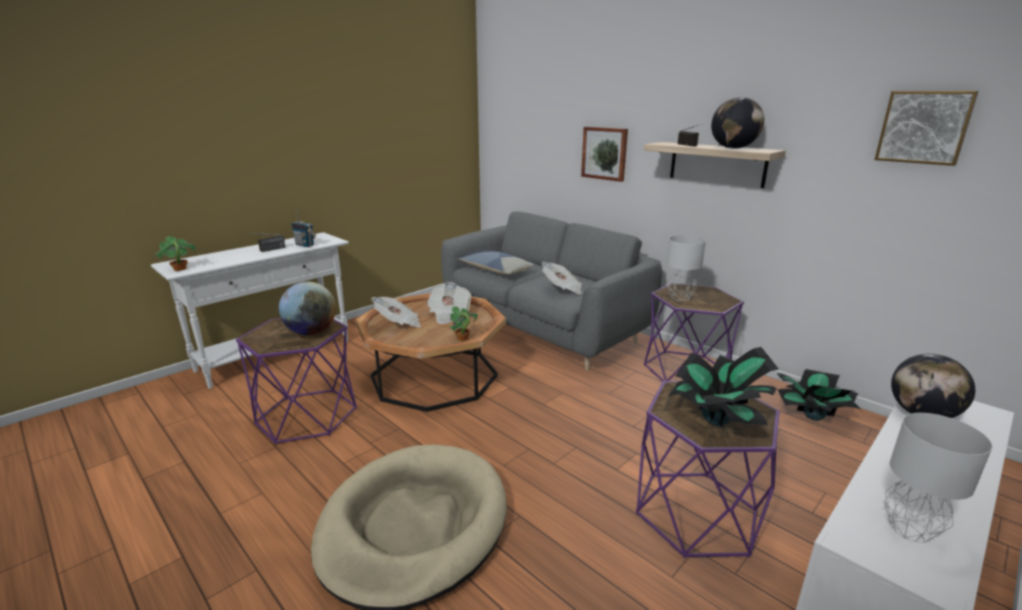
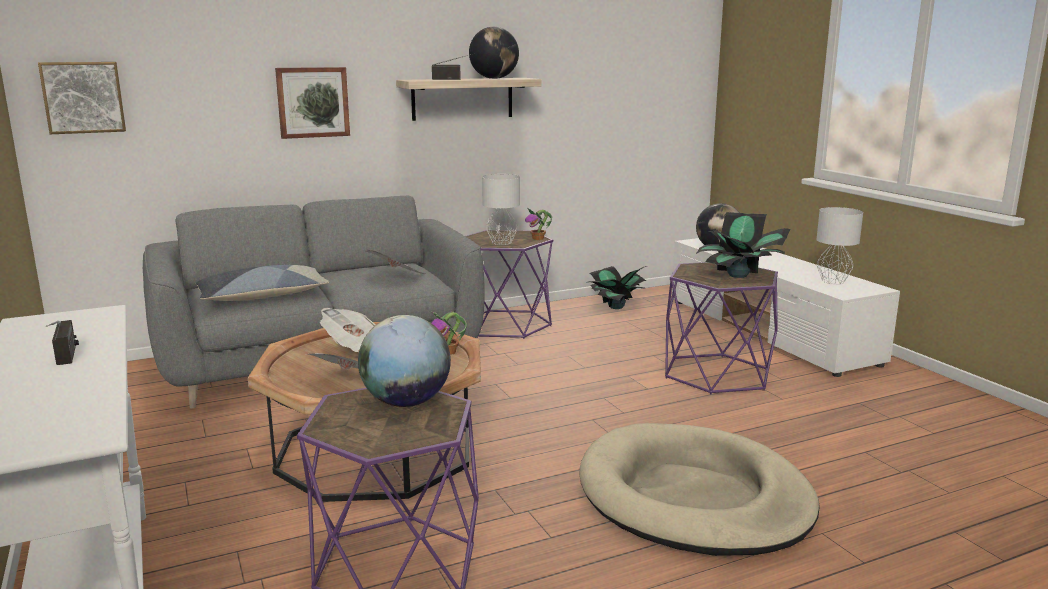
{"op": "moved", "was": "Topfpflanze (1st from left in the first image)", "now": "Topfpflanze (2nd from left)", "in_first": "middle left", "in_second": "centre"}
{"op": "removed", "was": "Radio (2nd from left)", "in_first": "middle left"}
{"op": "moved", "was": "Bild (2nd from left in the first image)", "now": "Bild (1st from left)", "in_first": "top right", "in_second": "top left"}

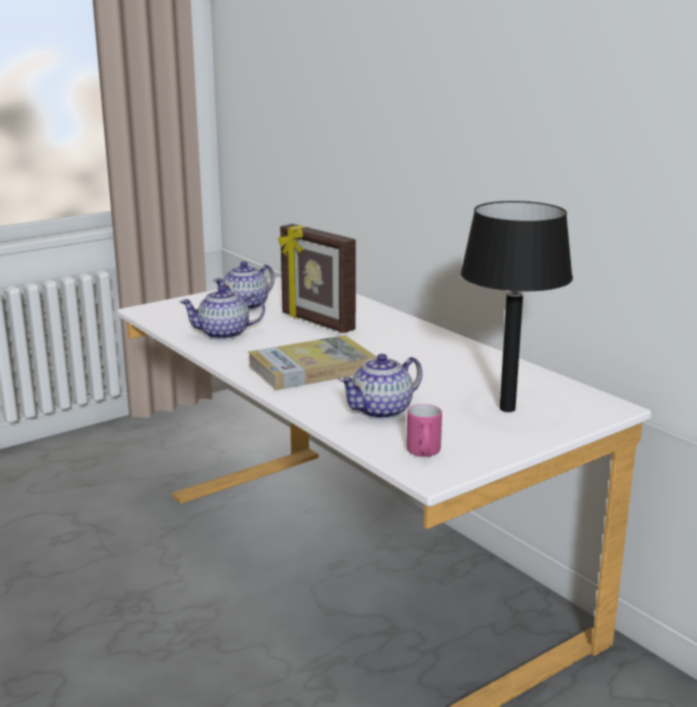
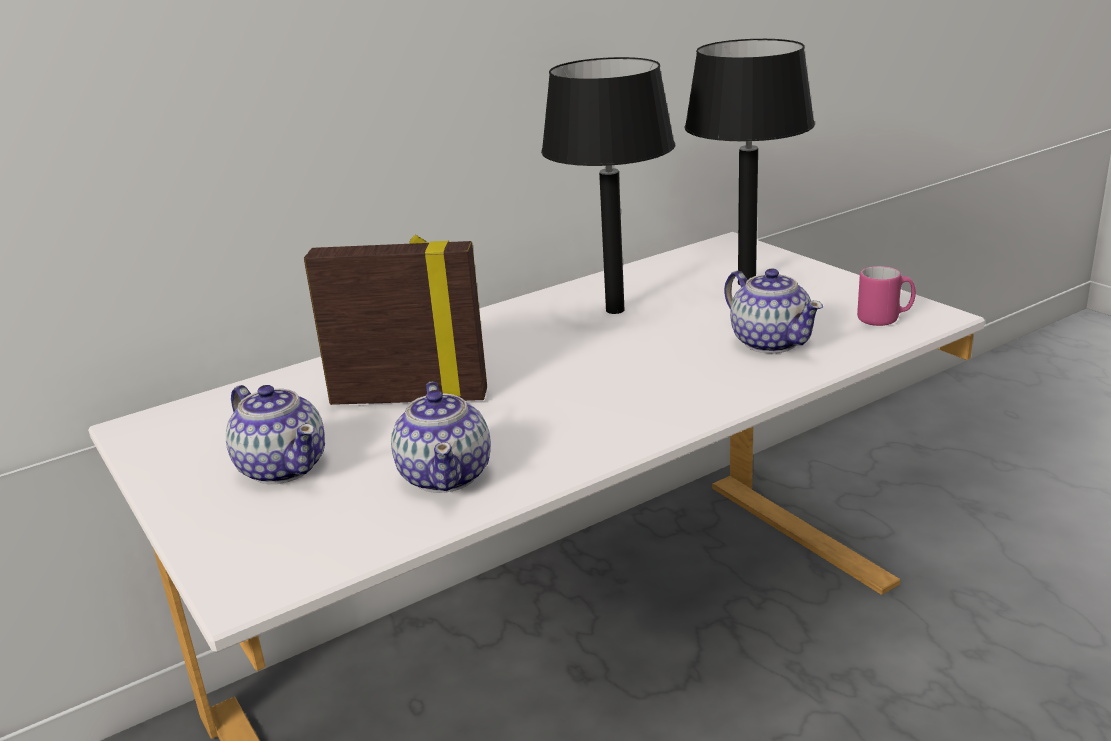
{"op": "removed", "was": "Buch", "in_first": "centre"}
{"op": "turned", "was": "Bilderrahmen", "in_first": "centre", "in_second": "centre", "clockwise": -135}
{"op": "added", "now": "Tischlampe/schwarz (1st from left)", "in_second": "top centre"}

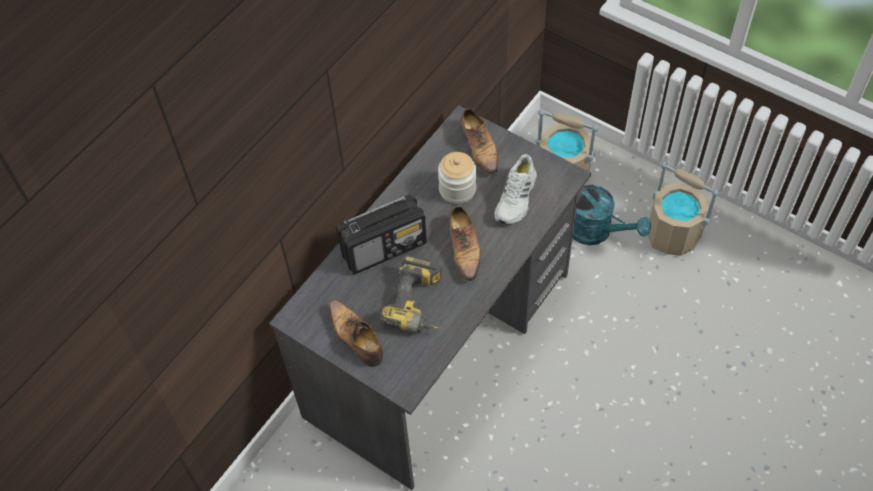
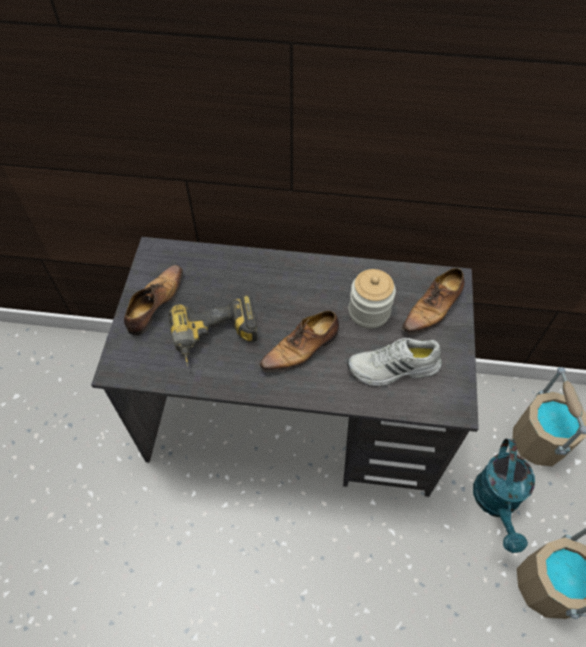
{"op": "removed", "was": "Radio", "in_first": "centre"}

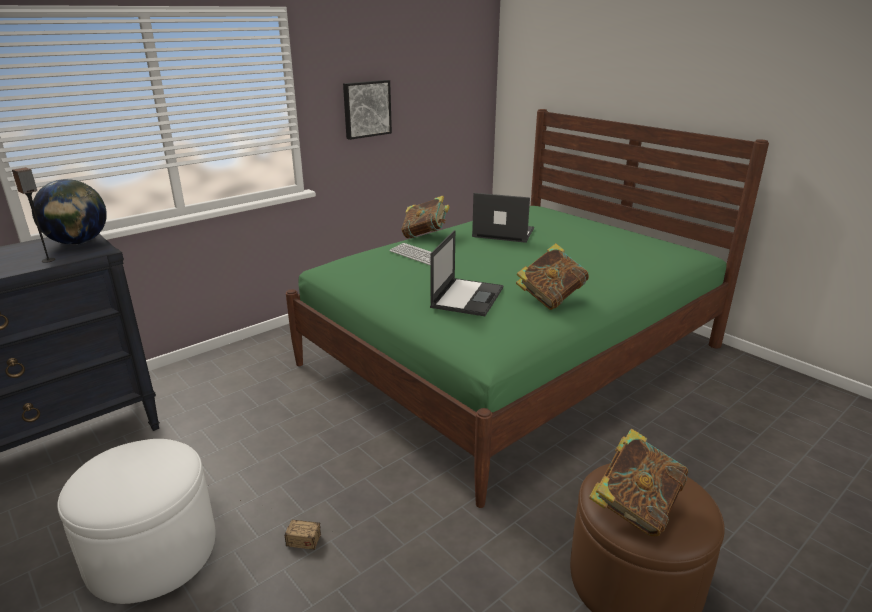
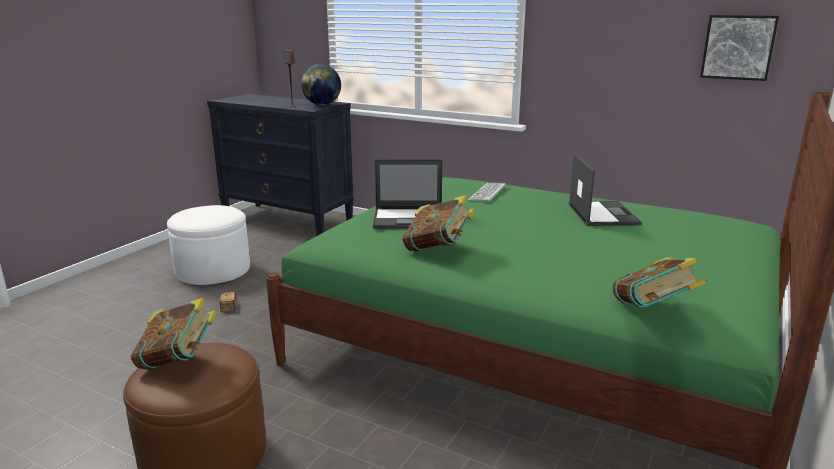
{"op": "moved", "was": "Bild", "in_first": "top centre", "in_second": "top right"}
{"op": "moved", "was": "Buch (1st from left in the first image)", "now": "Buch (3rd from left)", "in_first": "centre", "in_second": "middle right"}

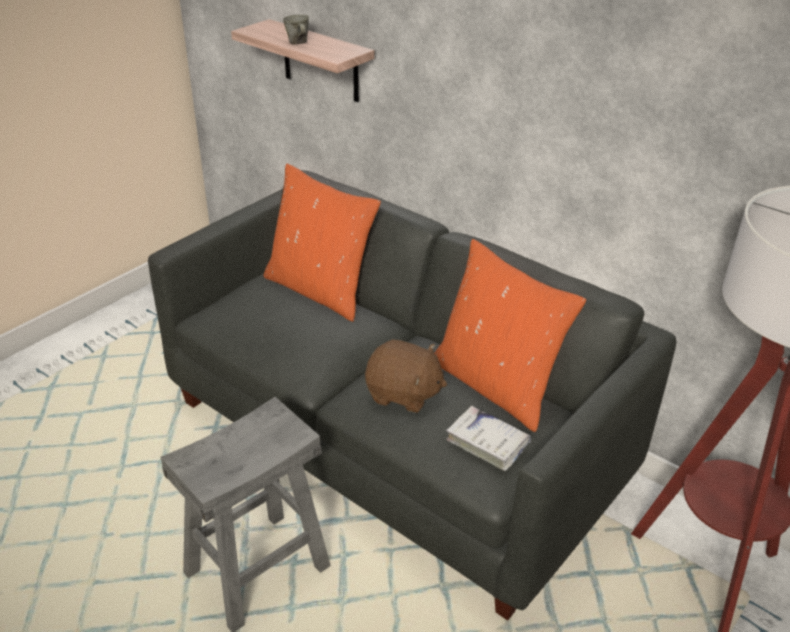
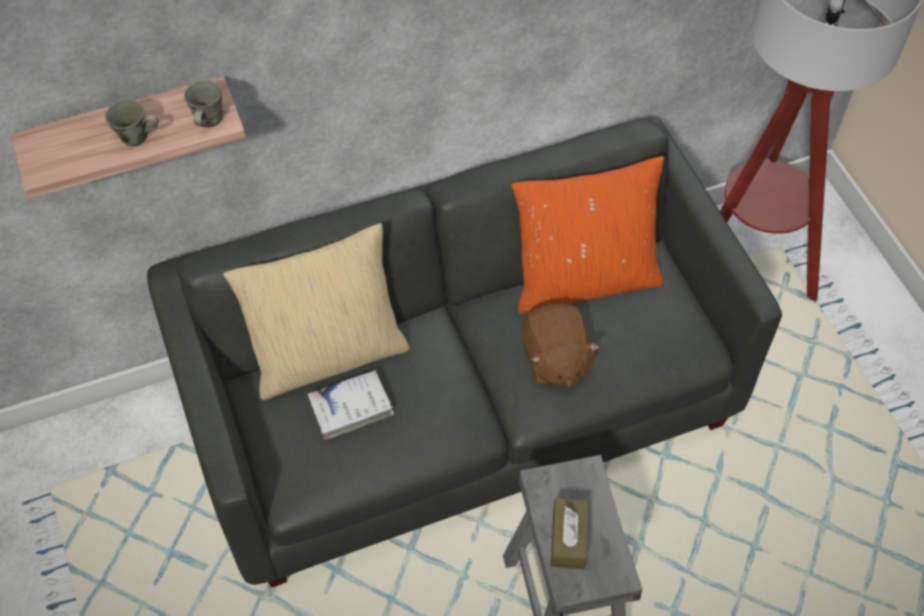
{"op": "recoloured", "was": "Kissen/orange (1st from left)", "now": "Kissen/beige", "in_first": "centre", "in_second": "centre"}
{"op": "turned", "was": "Plüschtier/braun", "in_first": "centre", "in_second": "centre", "clockwise": 120}
{"op": "moved", "was": "Buch/weiß", "in_first": "bottom centre", "in_second": "centre"}
{"op": "added", "now": "Henkelbecher/grau (2nd from left)", "in_second": "top left"}
{"op": "added", "now": "Taschentuchbox/braun", "in_second": "bottom centre"}

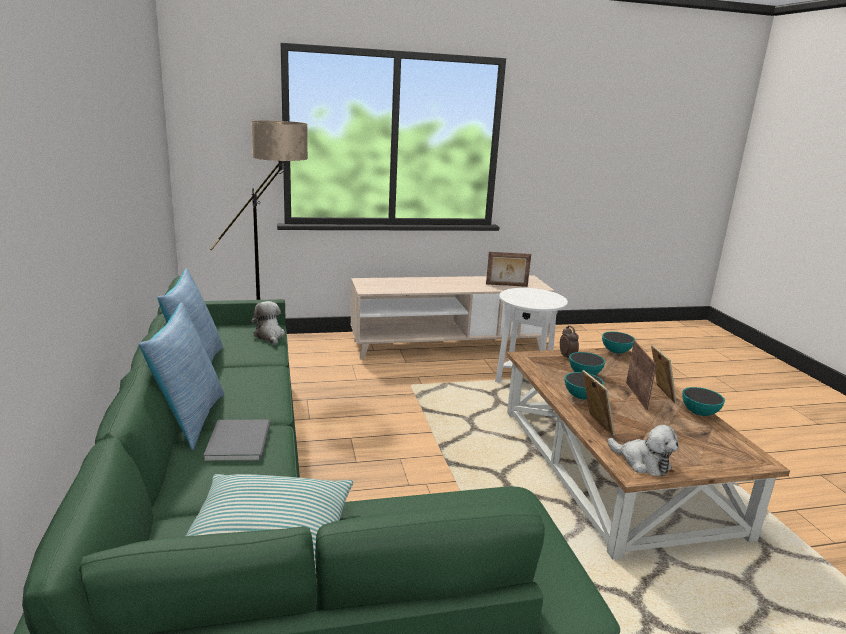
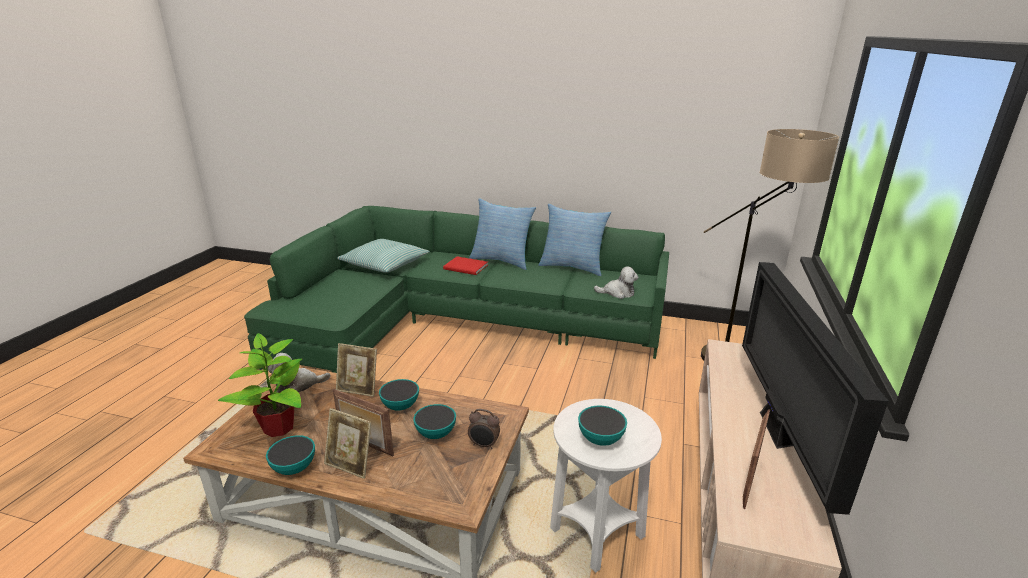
{"op": "recoloured", "was": "Buch/grau", "now": "Buch/rot", "in_first": "bottom left", "in_second": "centre"}
{"op": "moved", "was": "Schüssel (3rd from left in the first image)", "now": "Schüssel (4th from left)", "in_first": "middle right", "in_second": "bottom centre"}
{"op": "added", "now": "Topfpflanze", "in_second": "middle left"}
{"op": "added", "now": "Fernseher", "in_second": "bottom right"}

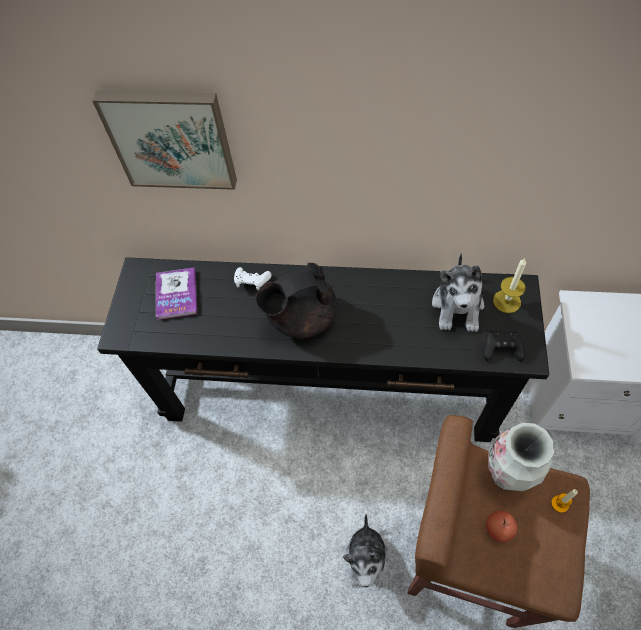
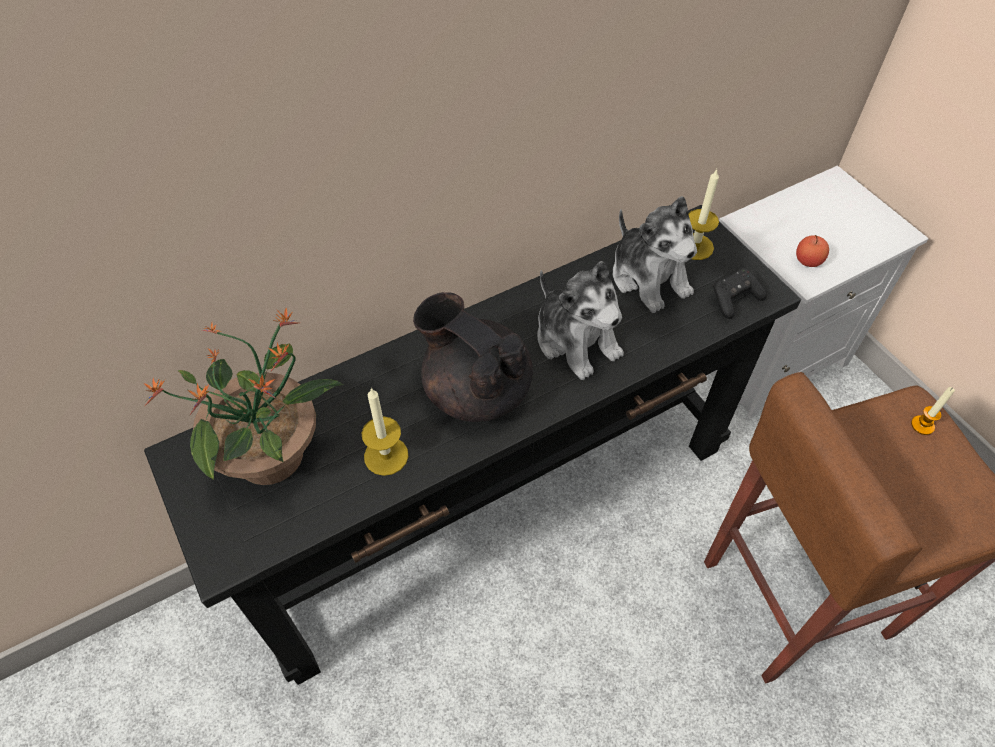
{"op": "removed", "was": "Bild", "in_first": "top left"}
{"op": "replaced", "was": "Buch", "now": "Topfpflanze", "in_first": "middle left", "in_second": "middle left"}
{"op": "removed", "was": "Gamepad/weiß", "in_first": "centre"}
{"op": "turned", "was": "Teekanne/schwarz", "in_first": "centre", "in_second": "centre", "clockwise": 105}
{"op": "moved", "was": "Plüschtier (1st from left)", "in_first": "bottom centre", "in_second": "centre"}
{"op": "moved", "was": "Apfel", "in_first": "bottom right", "in_second": "middle right"}
{"op": "removed", "was": "Vase", "in_first": "bottom right"}
{"op": "added", "now": "Kerze (1st from left)", "in_second": "centre"}

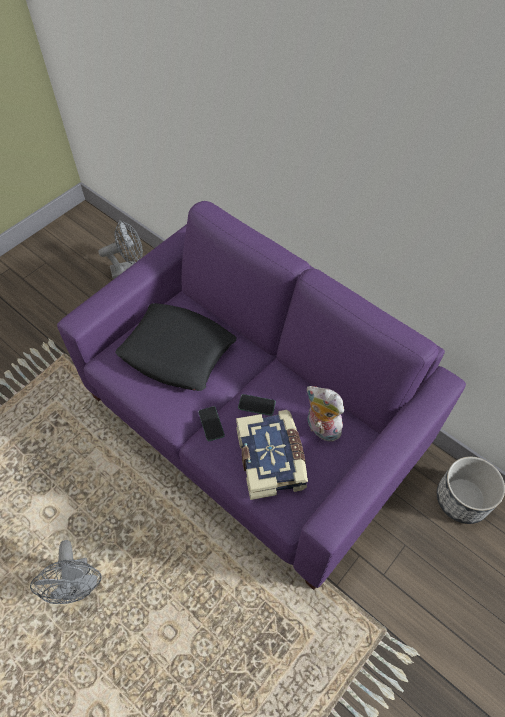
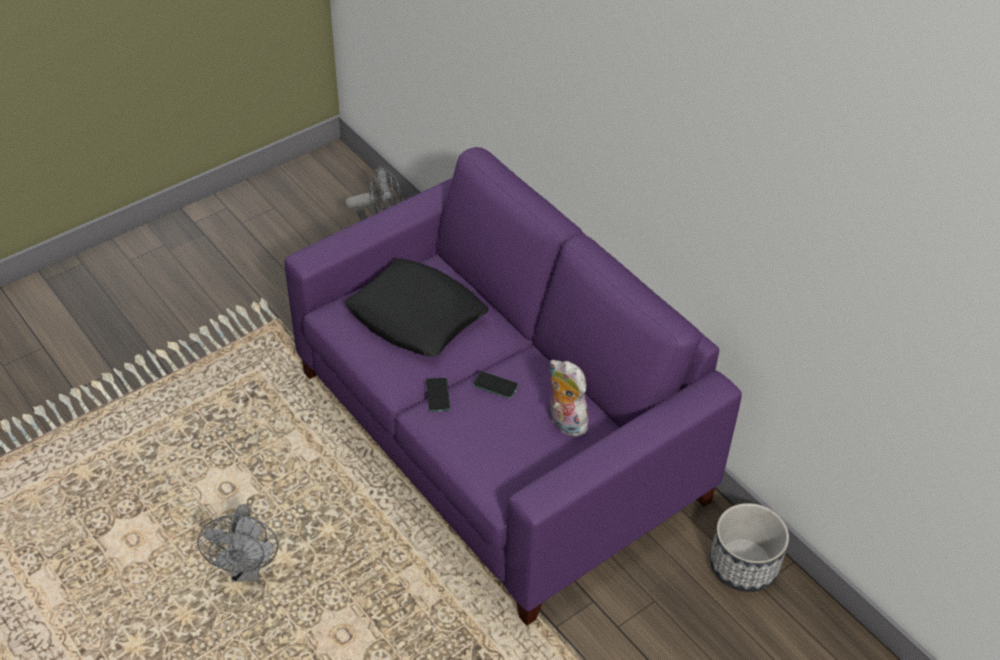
{"op": "removed", "was": "Buch", "in_first": "centre"}

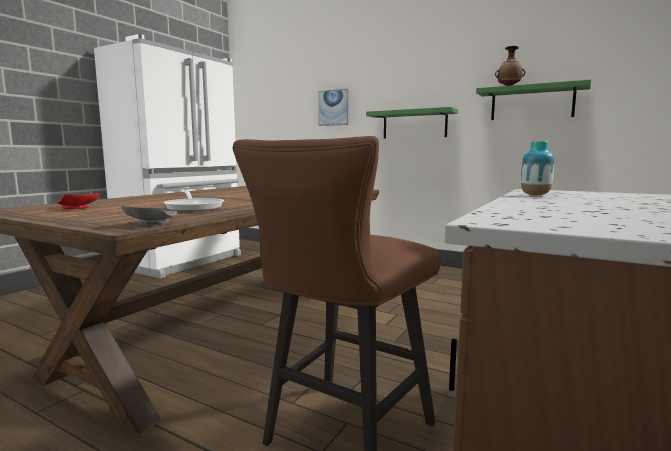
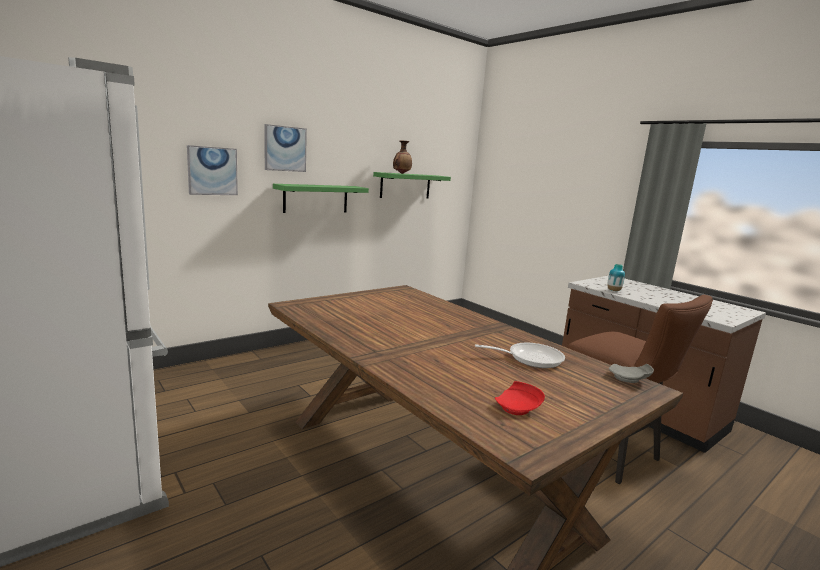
{"op": "added", "now": "Bild (2nd from left)", "in_second": "top centre"}

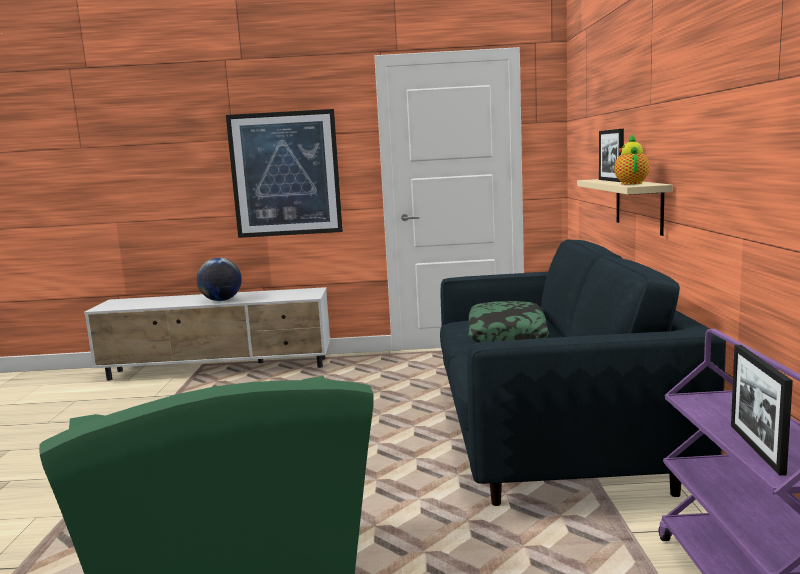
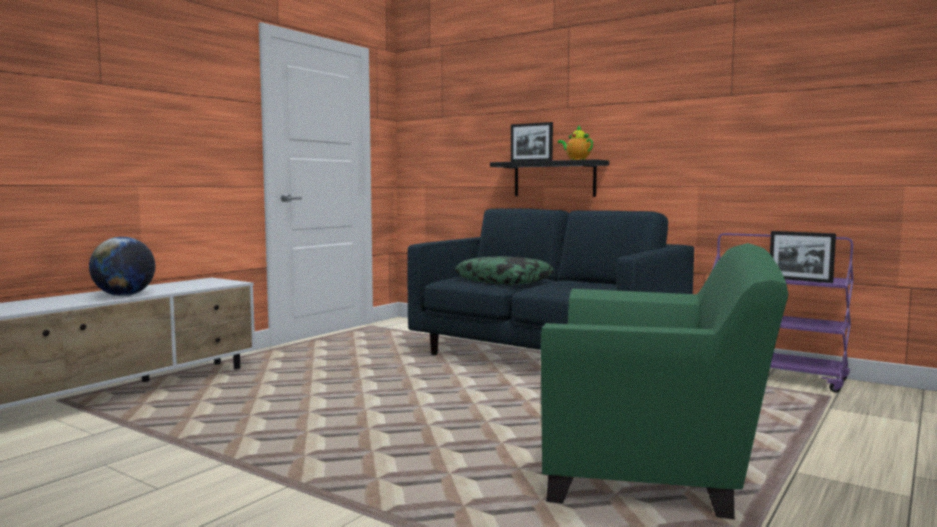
{"op": "removed", "was": "Bild", "in_first": "top centre"}
{"op": "recoloured", "was": "Wandregal/beige", "now": "Wandregal/schwarz", "in_first": "middle right", "in_second": "centre"}

